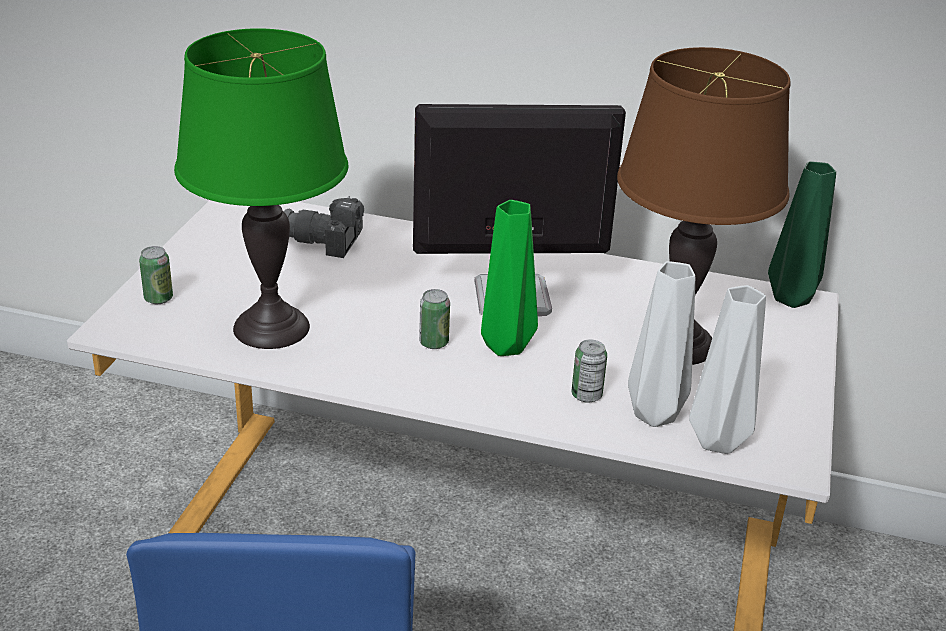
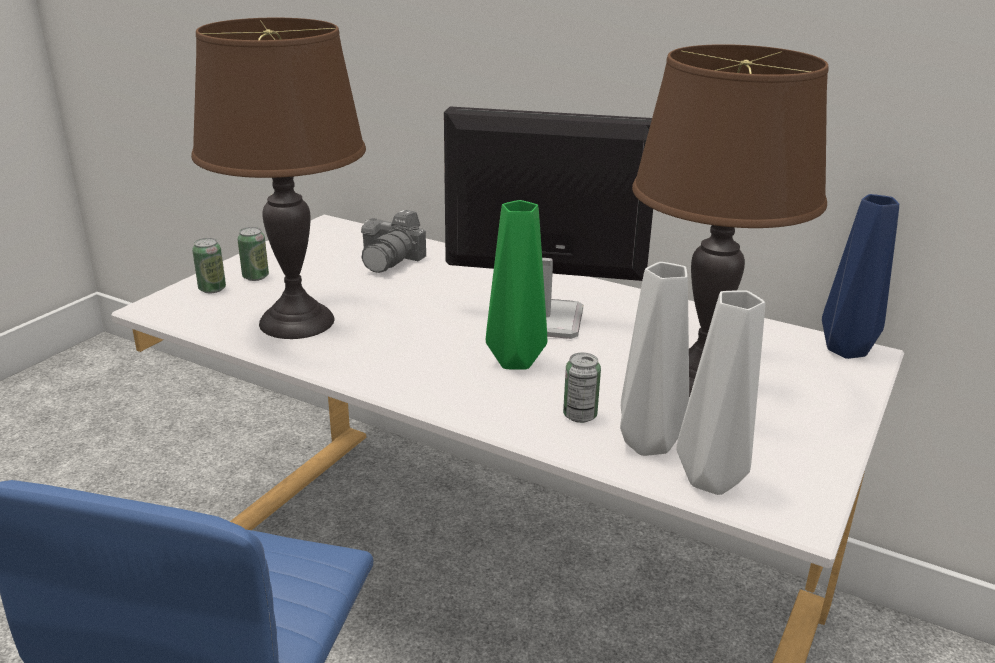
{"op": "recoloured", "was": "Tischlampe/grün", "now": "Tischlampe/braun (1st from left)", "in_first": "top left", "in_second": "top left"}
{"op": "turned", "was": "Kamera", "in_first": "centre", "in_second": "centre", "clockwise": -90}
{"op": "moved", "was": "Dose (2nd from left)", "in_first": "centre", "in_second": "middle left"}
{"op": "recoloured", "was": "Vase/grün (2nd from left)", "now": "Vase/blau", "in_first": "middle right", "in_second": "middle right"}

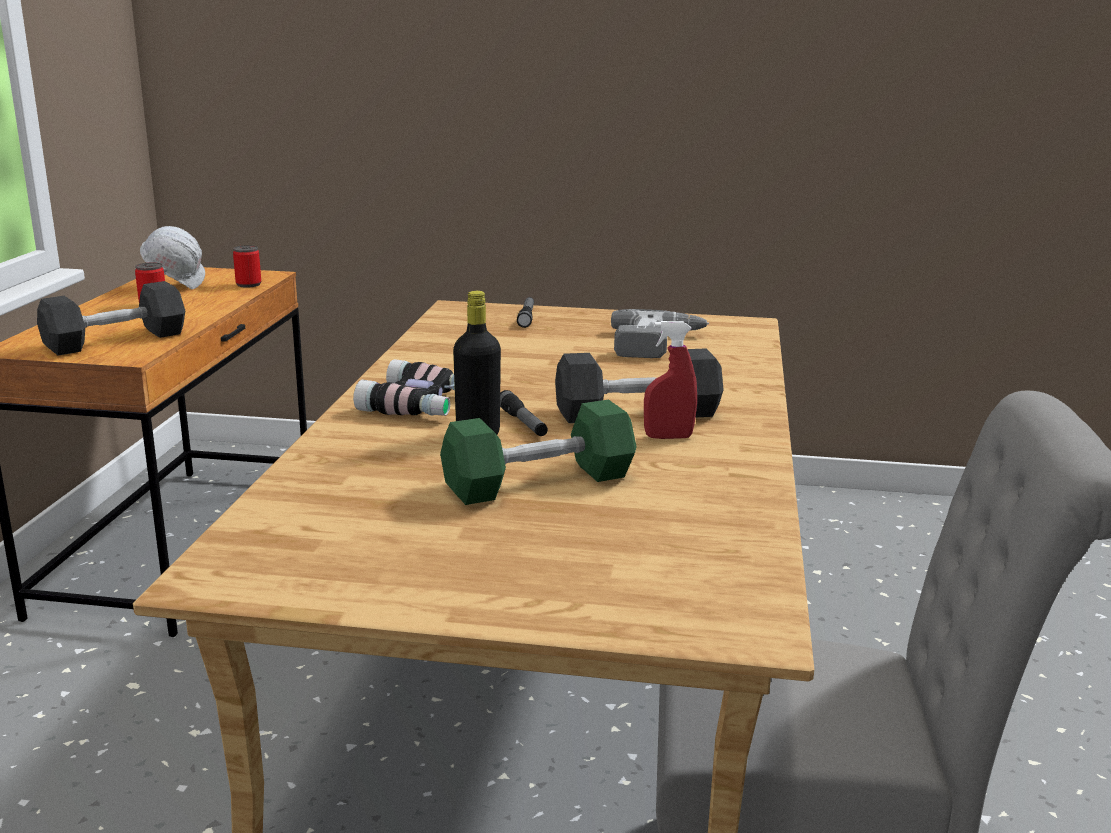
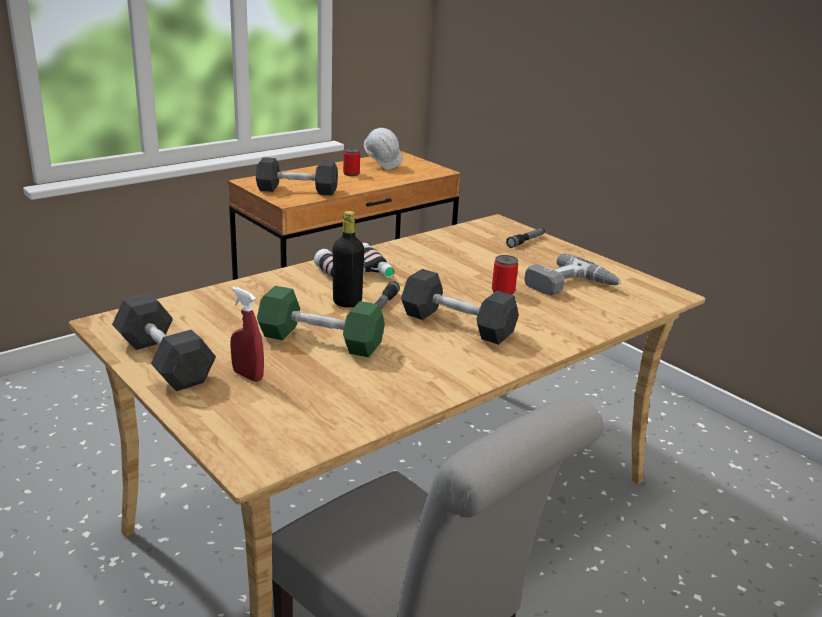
{"op": "moved", "was": "Dose (2nd from left)", "in_first": "top left", "in_second": "centre"}
{"op": "moved", "was": "Sprühflasche/rot", "in_first": "centre", "in_second": "middle left"}
{"op": "added", "now": "Hantel/grau (1st from left)", "in_second": "middle left"}

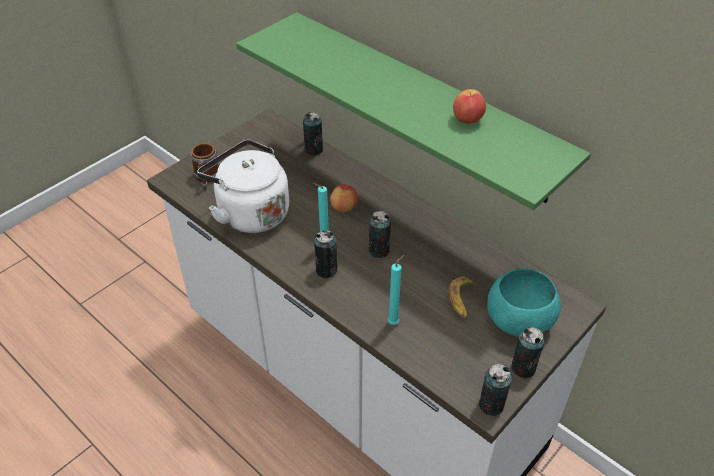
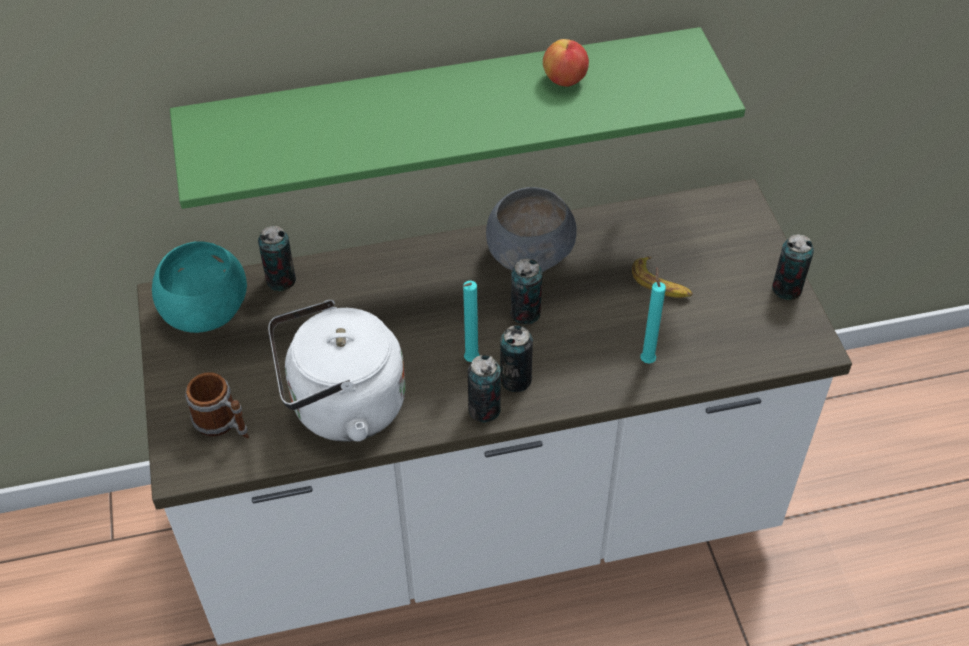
{"op": "removed", "was": "Apfel (1st from left)", "in_first": "centre"}
{"op": "moved", "was": "Dose (4th from left in the first image)", "now": "Dose (2nd from left)", "in_first": "bottom right", "in_second": "centre"}
{"op": "moved", "was": "Schüssel/türkis", "in_first": "middle right", "in_second": "middle left"}
{"op": "added", "now": "Schüssel/grau", "in_second": "centre"}

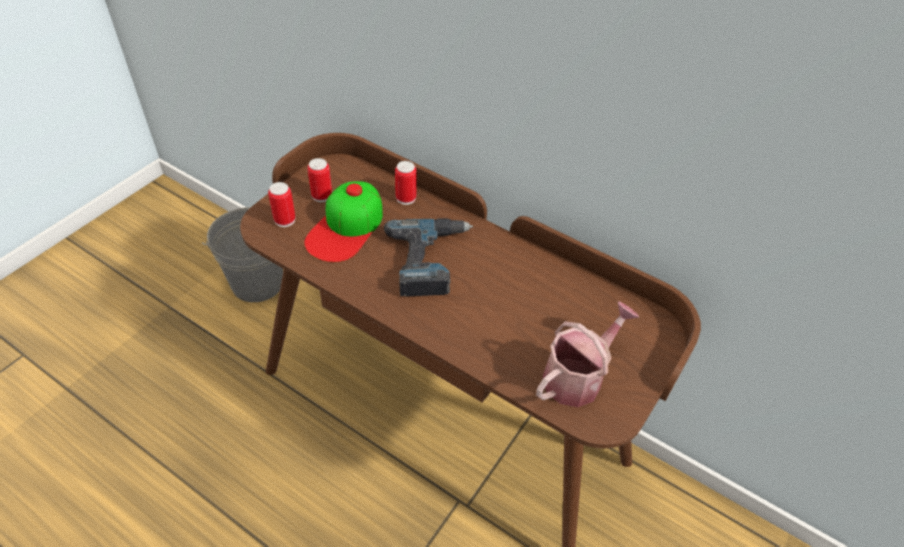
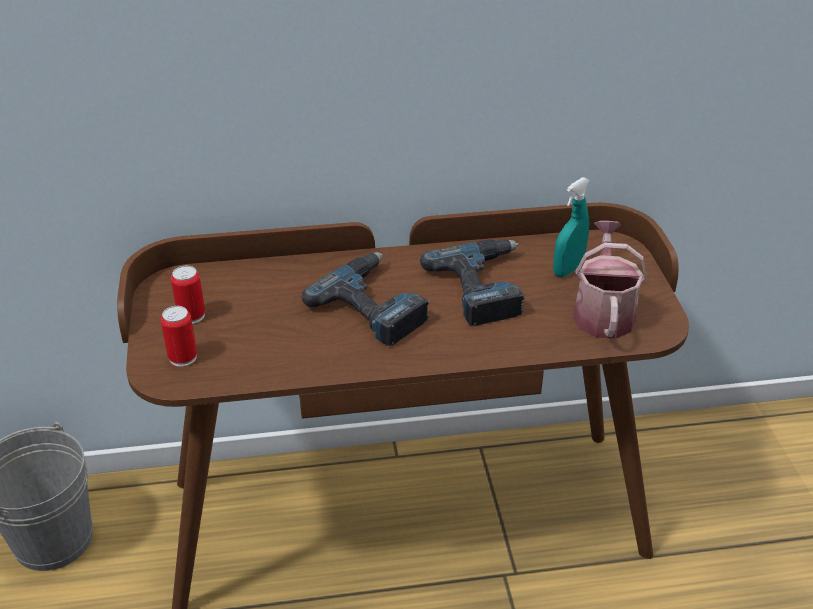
{"op": "removed", "was": "Kappe", "in_first": "centre"}
{"op": "removed", "was": "Dose (3rd from left)", "in_first": "centre"}
{"op": "added", "now": "Bohrmaschine (2nd from left)", "in_second": "centre"}
{"op": "added", "now": "Sprühflasche/türkis", "in_second": "middle right"}

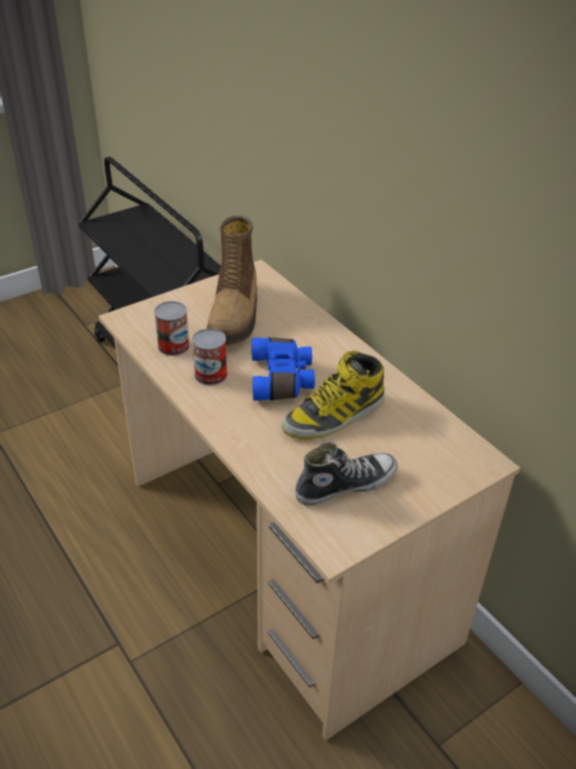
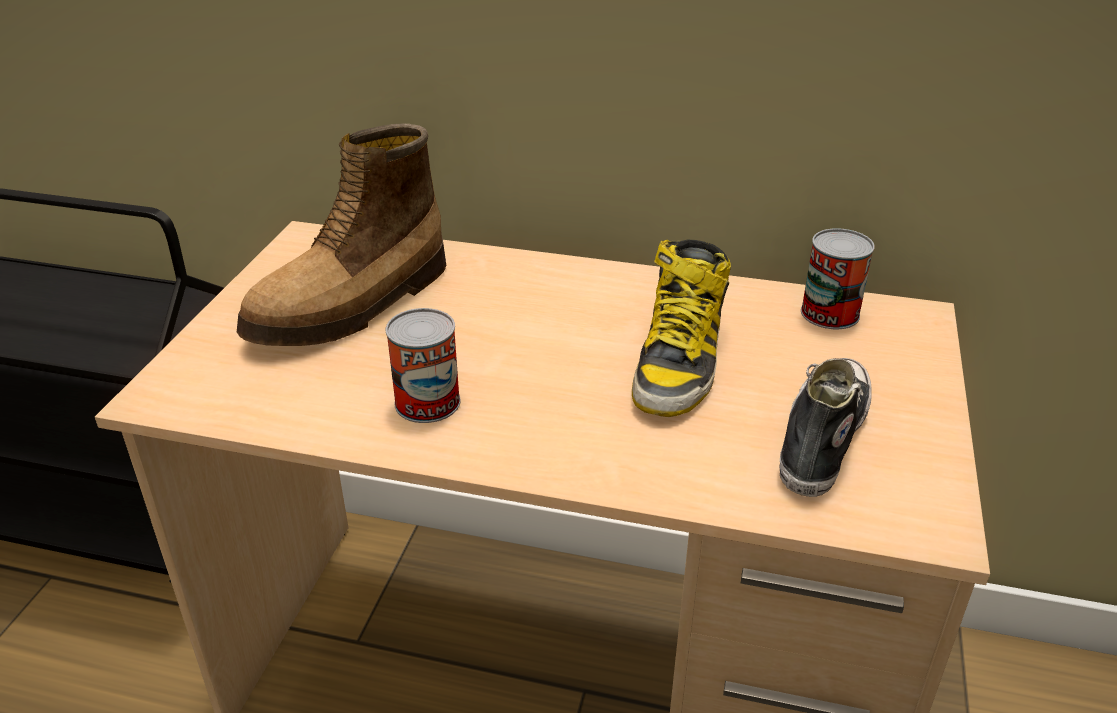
{"op": "moved", "was": "Dose (1st from left in the first image)", "now": "Dose (2nd from left)", "in_first": "middle left", "in_second": "middle right"}
{"op": "turned", "was": "Stiefel (1st from left)", "in_first": "centre", "in_second": "top left", "clockwise": 75}
{"op": "removed", "was": "Fernglas/blau", "in_first": "centre"}

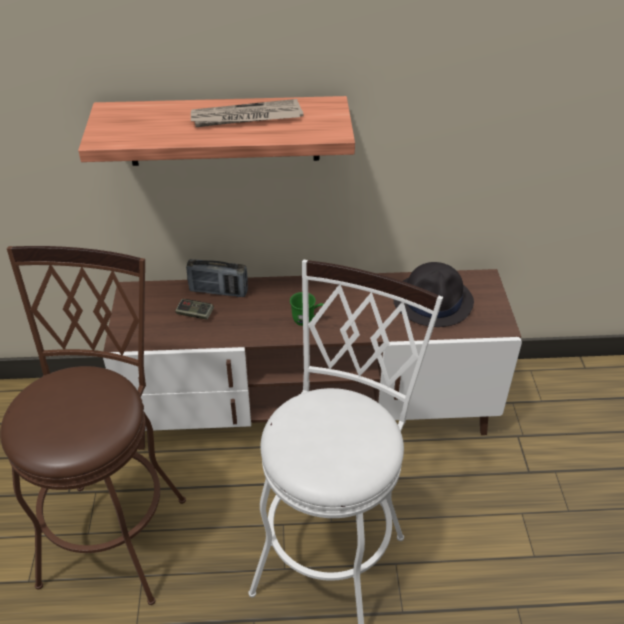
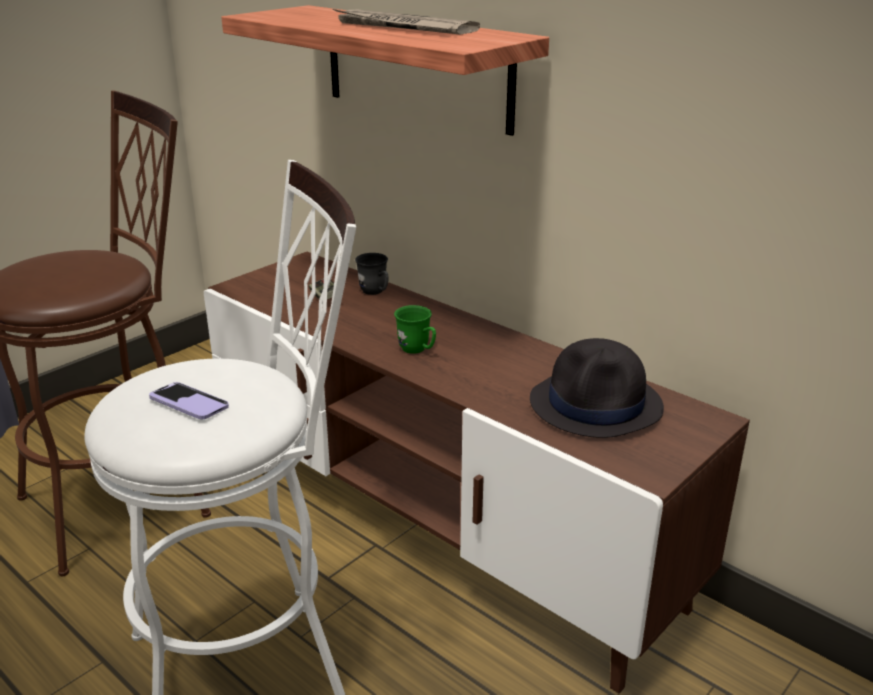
{"op": "replaced", "was": "Radio", "now": "Henkelbecher/grau", "in_first": "centre", "in_second": "centre"}
{"op": "added", "now": "Handy", "in_second": "middle left"}

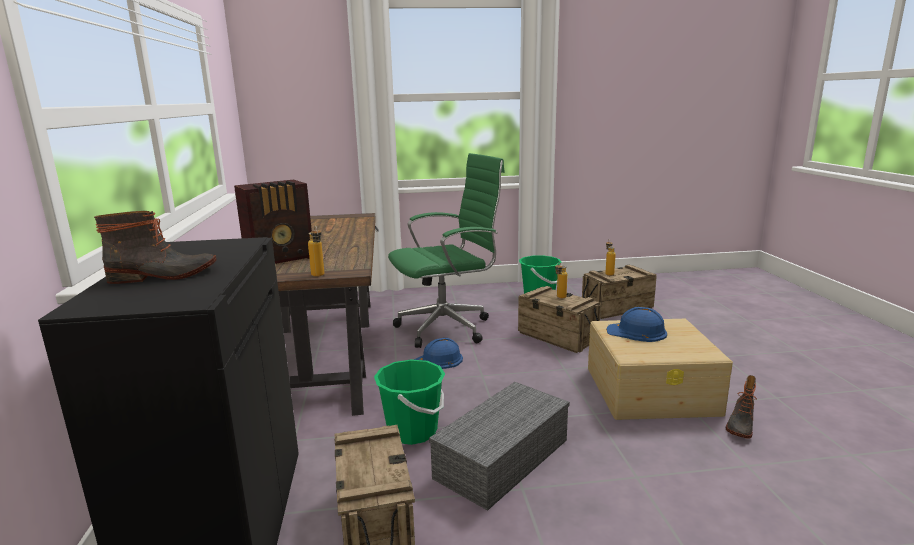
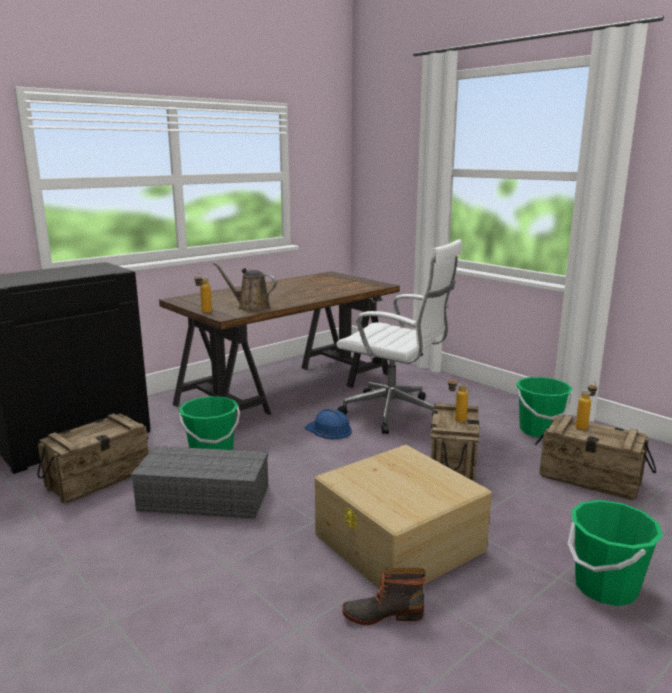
{"op": "removed", "was": "Stiefel (1st from left)", "in_first": "middle left"}
{"op": "removed", "was": "Radio", "in_first": "middle left"}
{"op": "recoloured", "was": "Bürostuhl/grün", "now": "Bürostuhl/weiß", "in_first": "centre", "in_second": "centre"}
{"op": "removed", "was": "Schutzhelm/blau (2nd from left)", "in_first": "middle right"}
{"op": "added", "now": "Gießkanne/braun", "in_second": "centre"}
{"op": "added", "now": "Eimer/grün (3rd from left)", "in_second": "bottom right"}

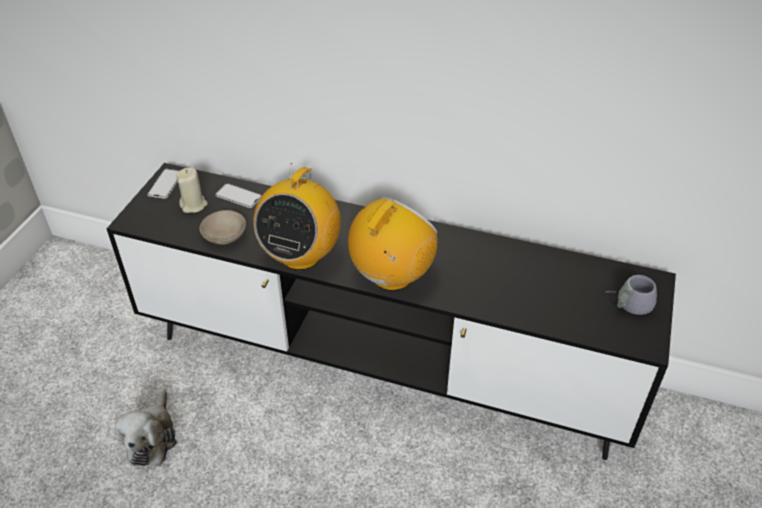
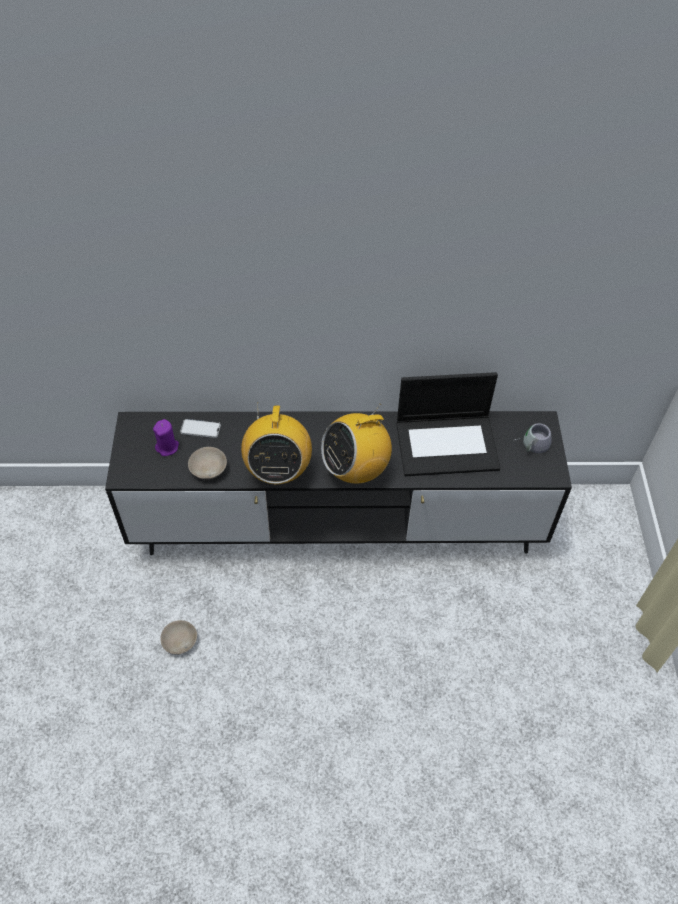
{"op": "replaced", "was": "Plüschtier", "now": "Schüssel/beige (1st from left)", "in_first": "bottom left", "in_second": "bottom left"}
{"op": "removed", "was": "Handy (1st from left)", "in_first": "middle left"}
{"op": "recoloured", "was": "Kerze/beige", "now": "Kerze/lila", "in_first": "middle left", "in_second": "middle left"}
{"op": "turned", "was": "Radio (2nd from left)", "in_first": "centre", "in_second": "centre", "clockwise": -135}
{"op": "added", "now": "Laptop", "in_second": "centre"}

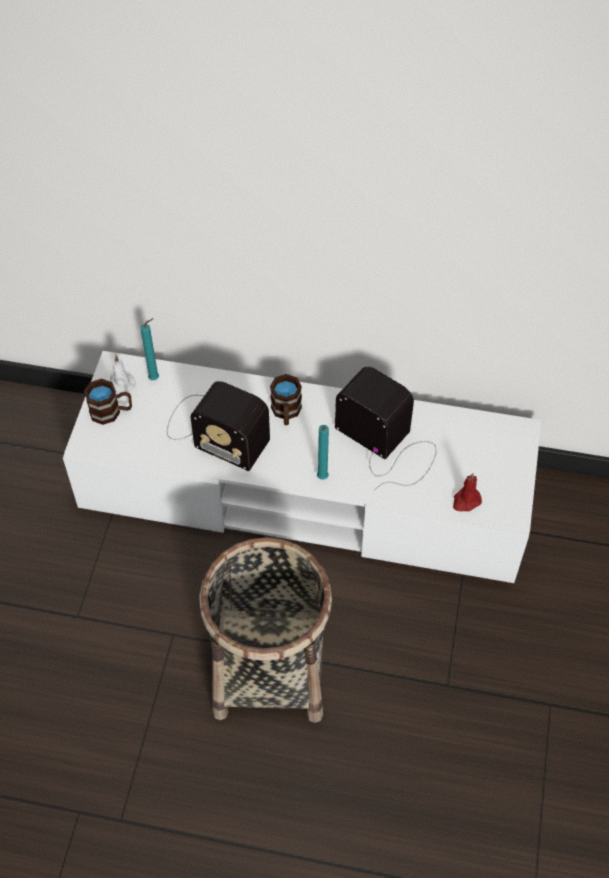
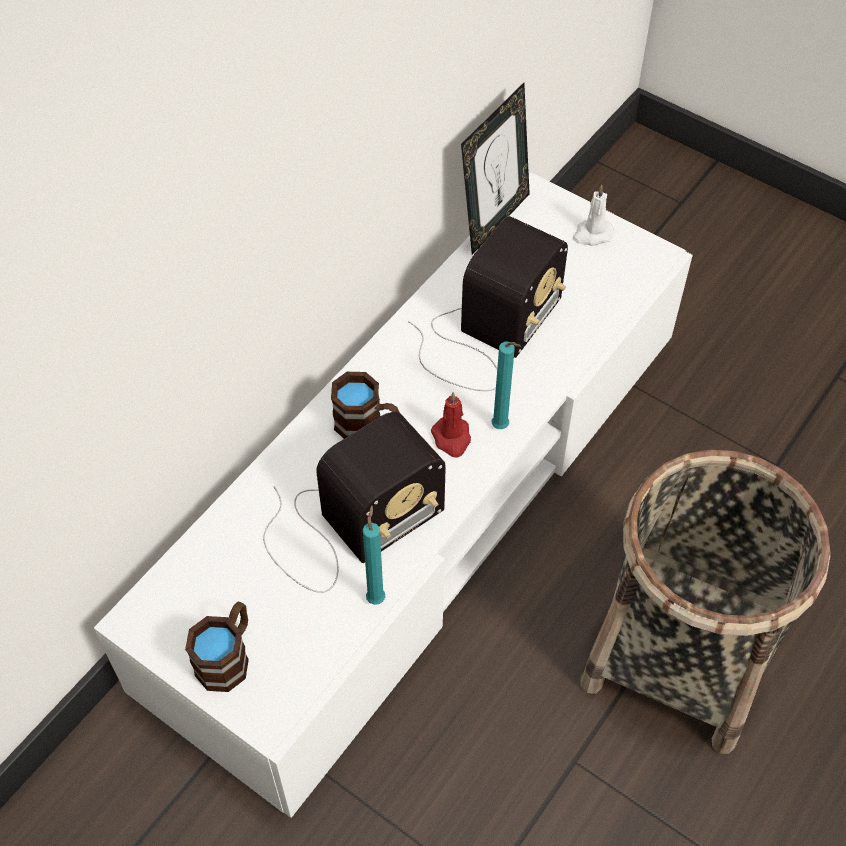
{"op": "moved", "was": "Kerze/weiß", "in_first": "middle left", "in_second": "top right"}
{"op": "moved", "was": "Kerze/türkis (1st from left)", "in_first": "middle left", "in_second": "centre"}
{"op": "turned", "was": "Radio (2nd from left)", "in_first": "centre", "in_second": "centre", "clockwise": 150}
{"op": "moved", "was": "Kerze/rot", "in_first": "middle right", "in_second": "centre"}
{"op": "added", "now": "Bilderrahmen", "in_second": "top centre"}

